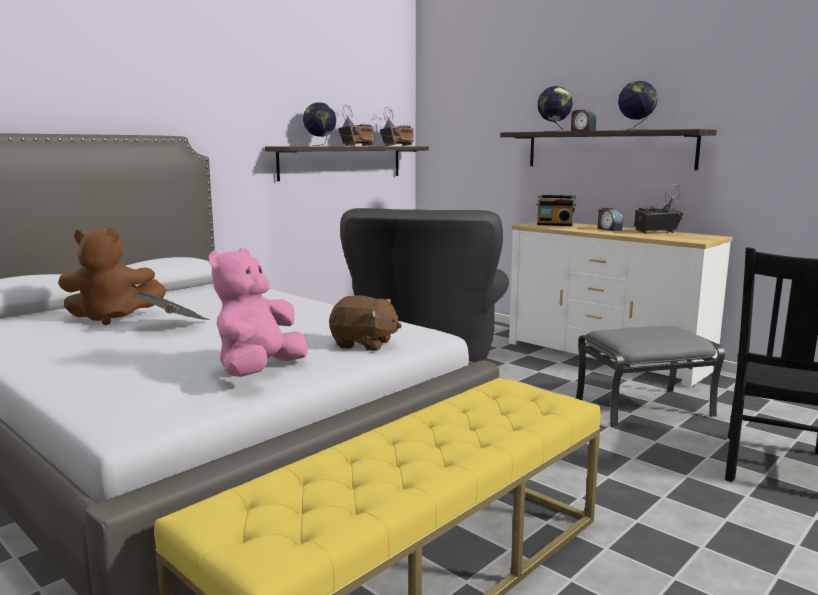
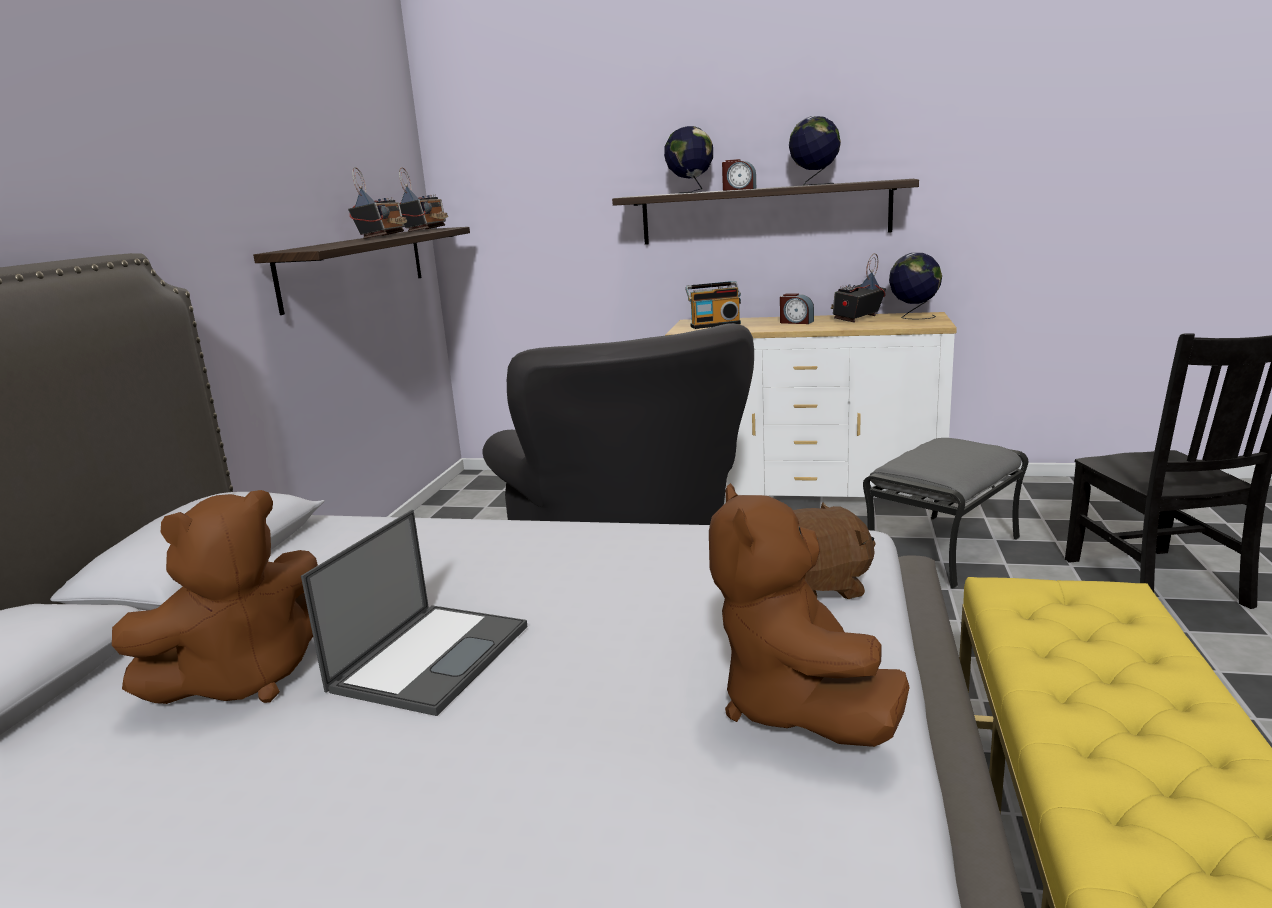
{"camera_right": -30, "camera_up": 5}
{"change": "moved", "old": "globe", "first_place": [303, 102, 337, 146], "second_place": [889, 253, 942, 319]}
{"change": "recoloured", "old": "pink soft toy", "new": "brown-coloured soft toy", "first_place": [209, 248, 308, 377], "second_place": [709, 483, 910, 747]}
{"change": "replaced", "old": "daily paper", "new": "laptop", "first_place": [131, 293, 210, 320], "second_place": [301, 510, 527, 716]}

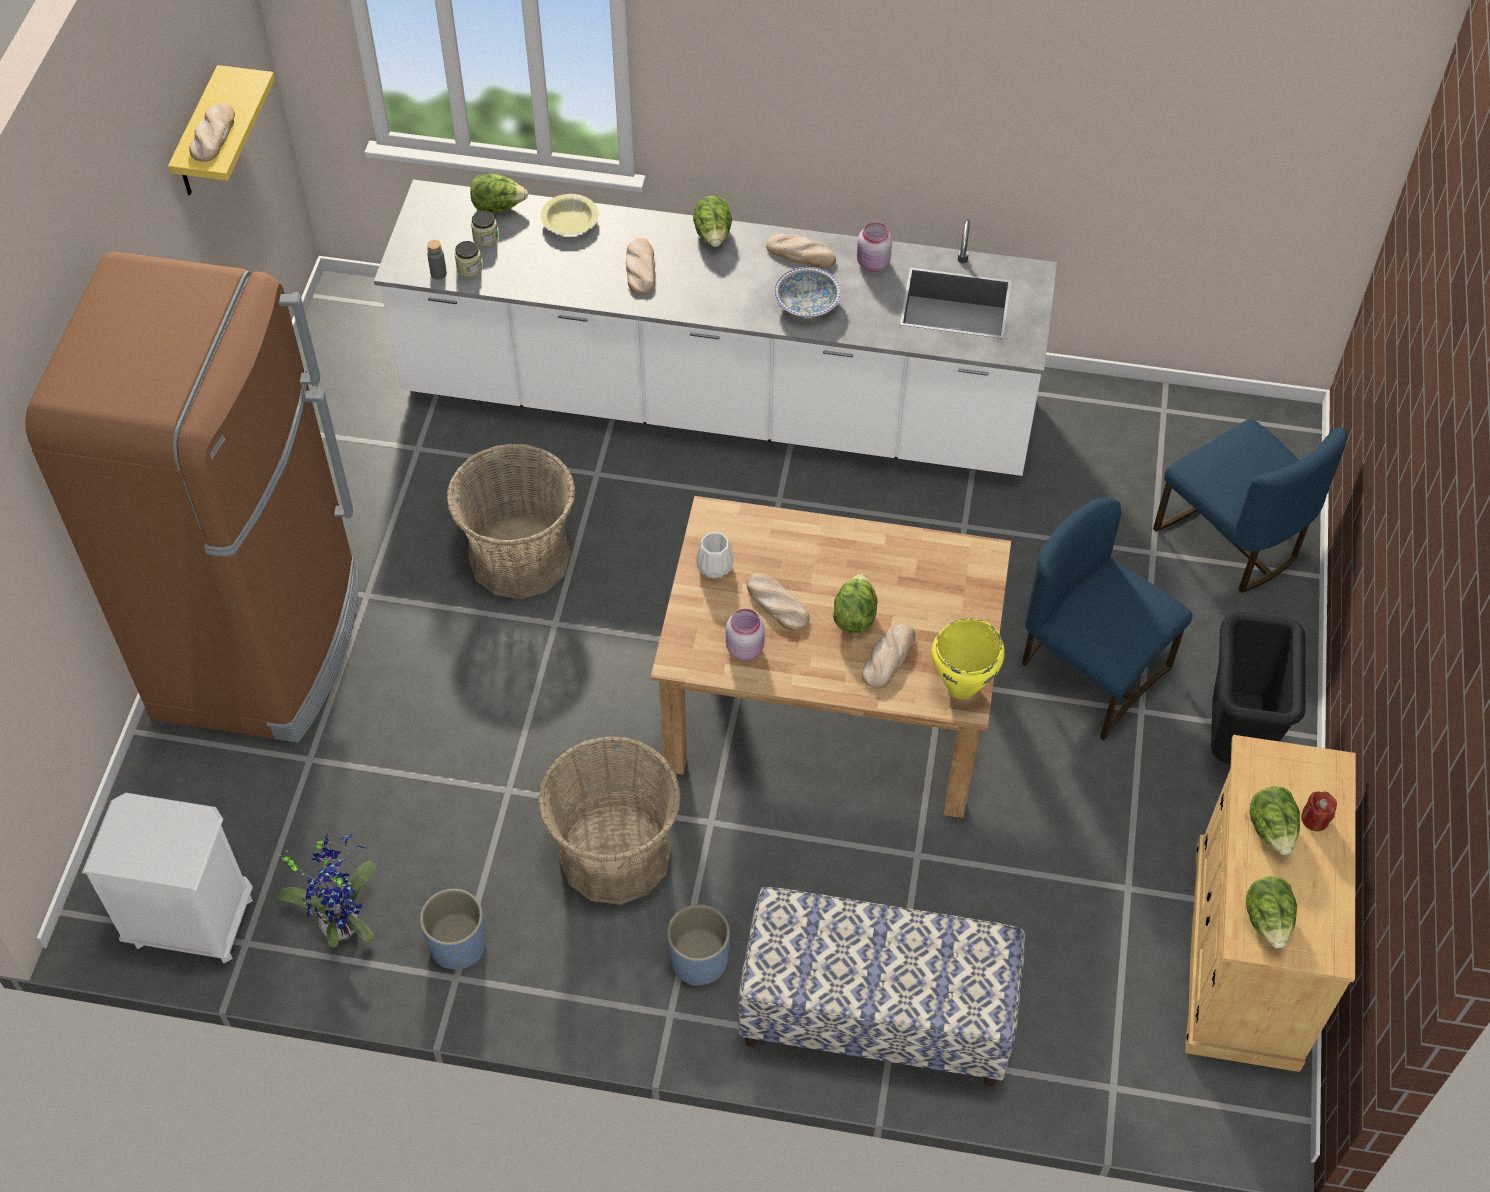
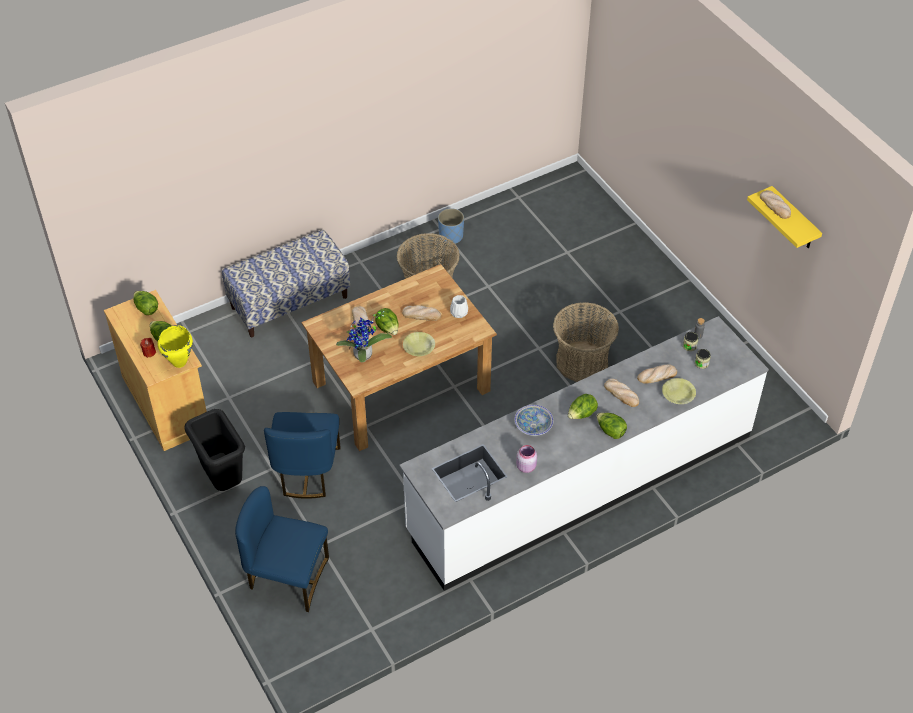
{"camera_right": 140, "camera_up": -5}
{"change": "moved", "old": "lettuce", "first_place": [470, 174, 528, 213], "second_place": [568, 394, 598, 419]}
{"change": "moved", "old": "bread", "first_place": [766, 233, 836, 268], "second_place": [637, 365, 677, 384]}
{"change": "removed", "old": "brown-coloured kitchen fridge", "first_place": [25, 251, 358, 743]}
{"change": "turned", "old": "blue-coloured upright chair", "first_place": [1022, 497, 1193, 741], "second_place": [264, 412, 341, 499], "degrees": 90}
{"change": "removed", "old": "pink preserve jar", "first_place": [726, 609, 765, 661]}
{"change": "moved", "old": "yellow stockpot", "first_place": [931, 619, 1005, 699], "second_place": [158, 325, 193, 368]}
{"change": "removed", "old": "white-coloured bedside table", "first_place": [82, 793, 253, 963]}
{"change": "moved", "old": "potted plant", "first_place": [278, 833, 376, 948], "second_place": [336, 311, 392, 363]}
{"change": "removed", "old": "blue-coloured planter", "first_place": [667, 904, 730, 986]}
{"change": "added", "new": "yellow bowl", "second_place": [403, 332, 435, 356]}

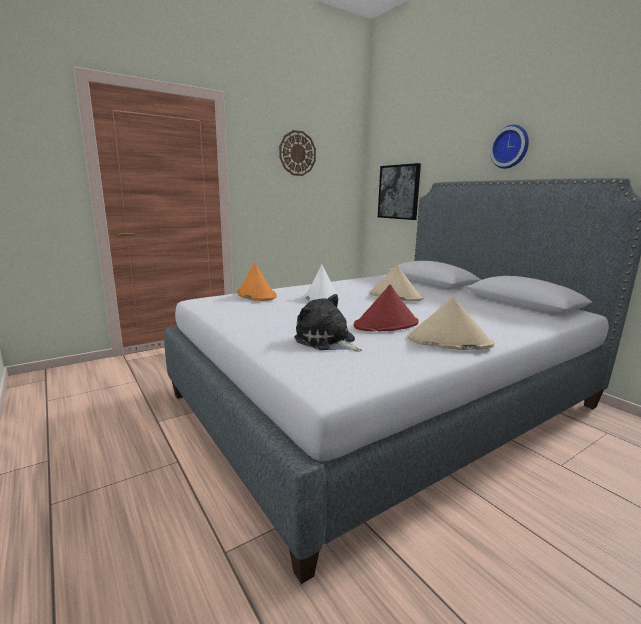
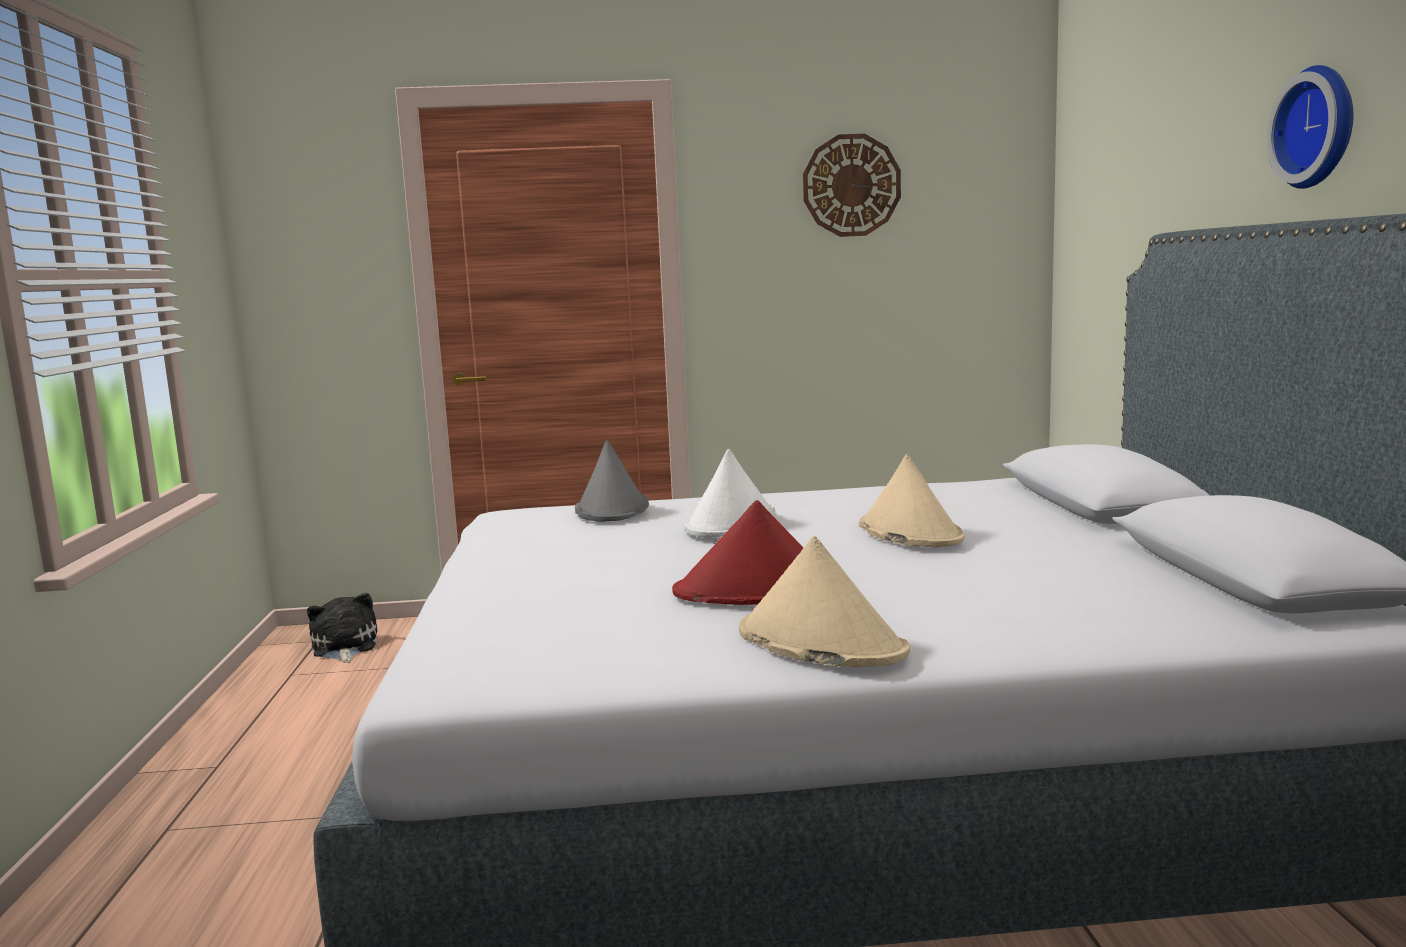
{"camera_right": 30, "camera_up": -5}
{"change": "removed", "old": "picture", "first_place": [378, 163, 421, 220]}
{"change": "recoloured", "old": "orange-coloured wearable hat", "new": "gray wearable hat", "first_place": [237, 262, 277, 301], "second_place": [575, 440, 649, 522]}
{"change": "moved", "old": "soft toy", "first_place": [294, 294, 362, 351], "second_place": [307, 593, 378, 663]}

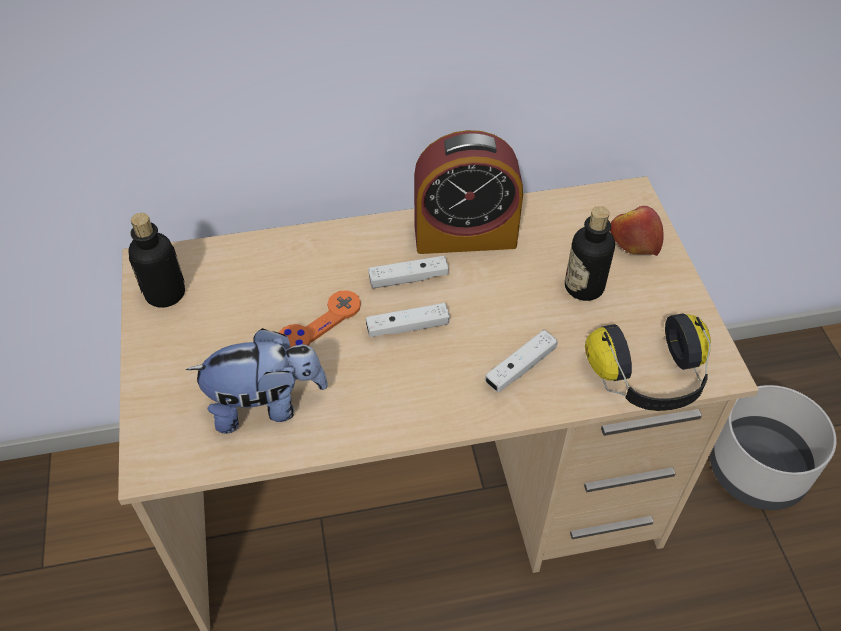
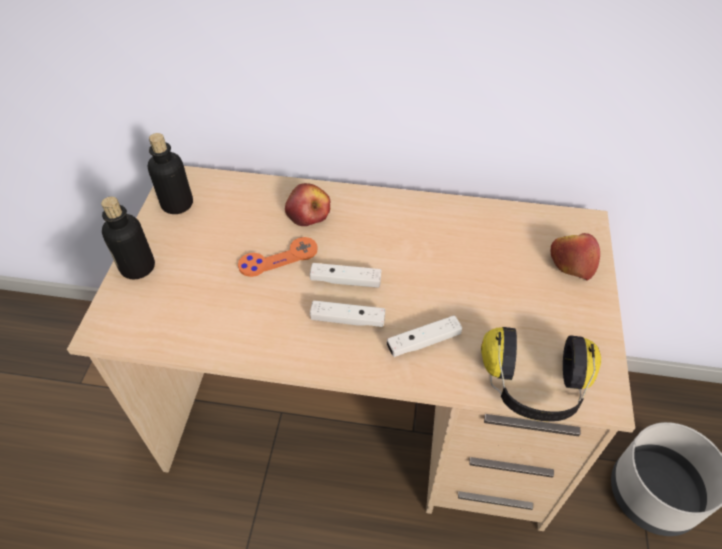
{"camera_right": 20, "camera_up": 0}
{"change": "removed", "old": "alarm clock", "first_place": [414, 130, 523, 254]}
{"change": "moved", "old": "drink bottle", "first_place": [565, 206, 615, 301], "second_place": [101, 197, 155, 280]}
{"change": "moved", "old": "white-coloured game controller", "first_place": [368, 256, 448, 288], "second_place": [310, 300, 385, 327]}
{"change": "removed", "old": "soft toy", "first_place": [186, 328, 328, 434]}
{"change": "added", "new": "whole apple", "second_place": [285, 183, 331, 226]}

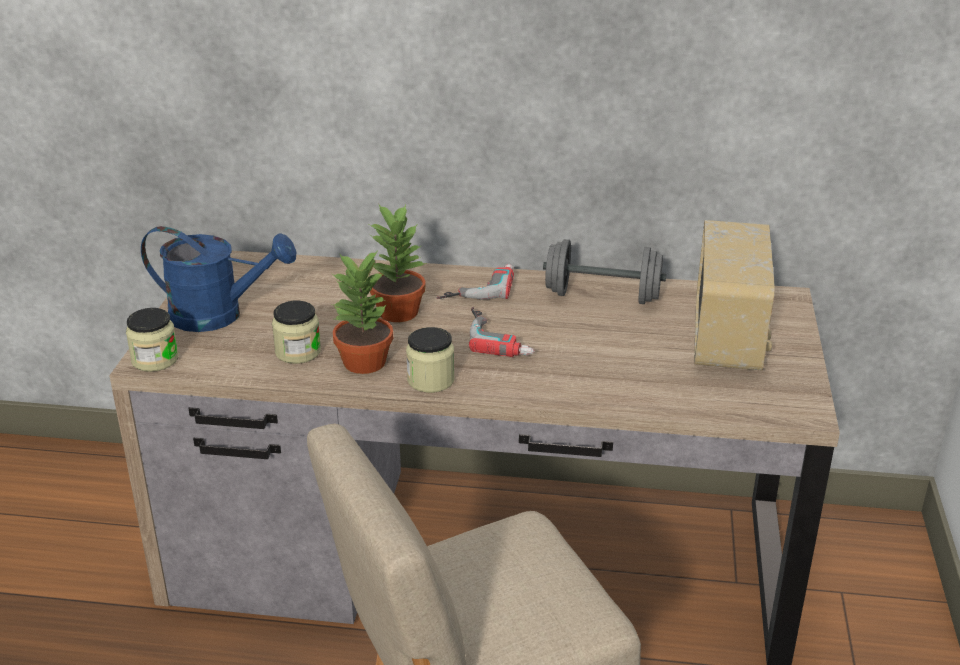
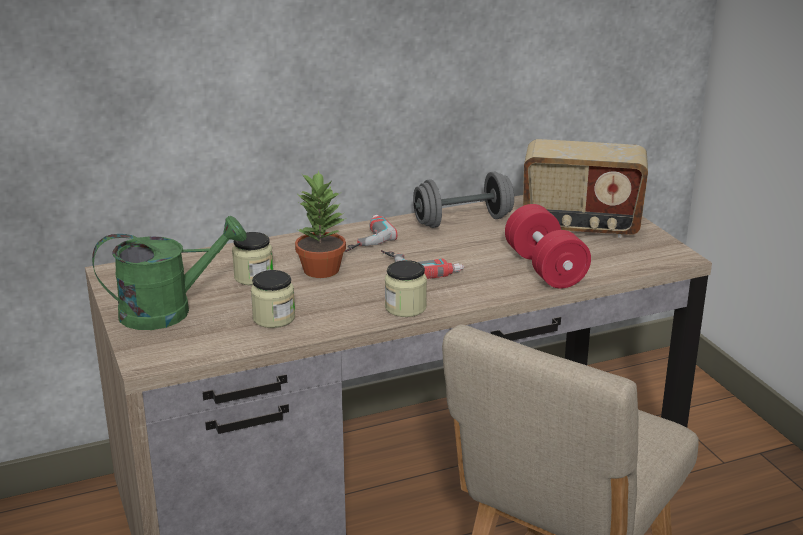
{"camera_right": -30, "camera_up": -5}
{"change": "turned", "old": "radio", "first_place": [694, 220, 775, 370], "second_place": [523, 139, 648, 238], "degrees": 120}
{"change": "recoloured", "old": "blue-coloured watering pot", "new": "greenish watering pot", "first_place": [141, 226, 296, 332], "second_place": [92, 216, 247, 330]}
{"change": "removed", "old": "potted plant", "first_place": [331, 250, 393, 374]}
{"change": "moved", "old": "preserve jar", "first_place": [126, 308, 178, 372], "second_place": [232, 232, 273, 286]}
{"change": "added", "new": "reddish hand weight", "second_place": [505, 204, 591, 289]}

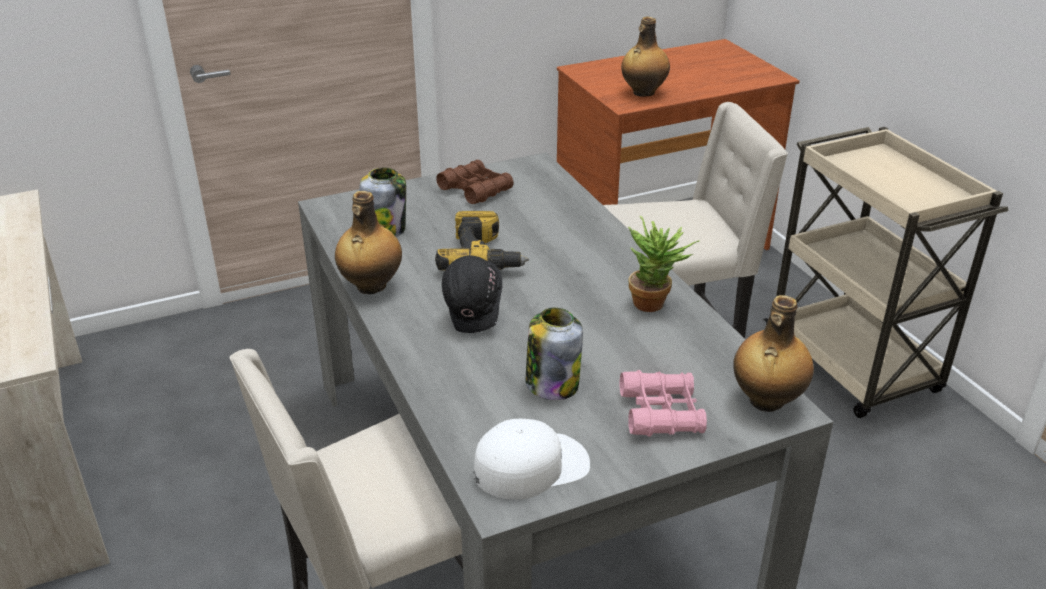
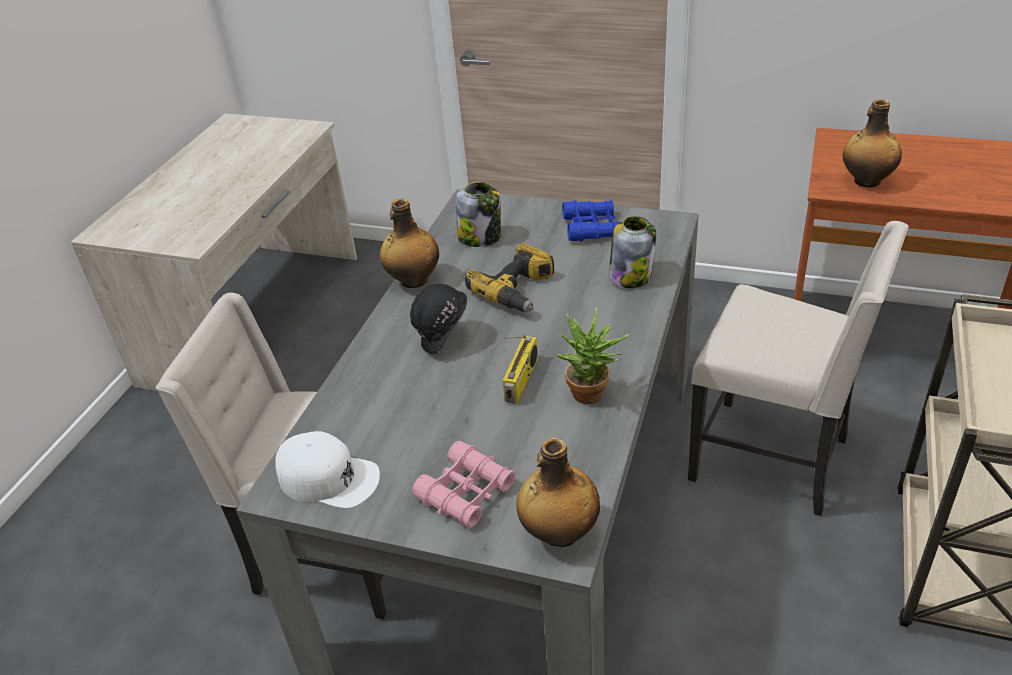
{"camera_right": 45, "camera_up": 5}
{"change": "recoloured", "old": "brown-coloured binoculars", "new": "blue-coloured binoculars", "first_place": [436, 160, 514, 204], "second_place": [562, 200, 620, 242]}
{"change": "moved", "old": "preserve jar", "first_place": [526, 308, 583, 400], "second_place": [609, 216, 656, 288]}
{"change": "added", "new": "radio", "second_place": [503, 335, 538, 404]}

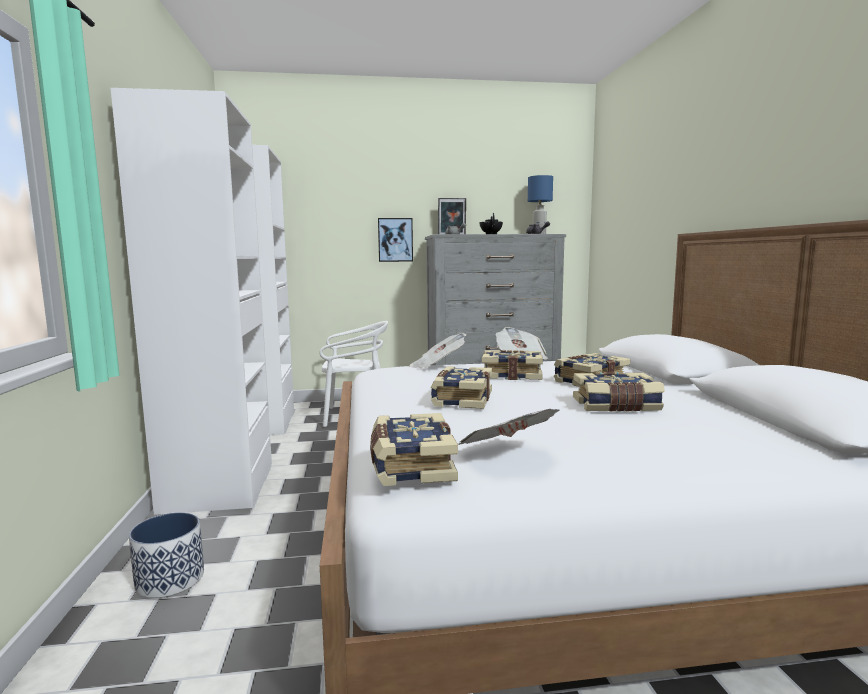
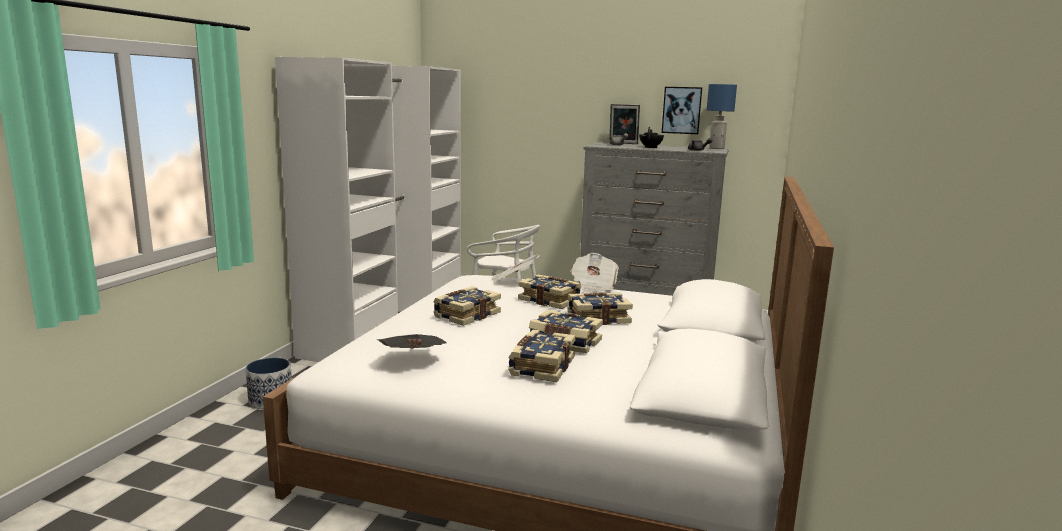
{"camera_right": 25, "camera_up": 5}
{"change": "moved", "old": "picture", "first_place": [378, 218, 413, 262], "second_place": [662, 87, 702, 134]}
{"change": "moved", "old": "volume", "first_place": [370, 413, 458, 486], "second_place": [508, 330, 576, 382]}

